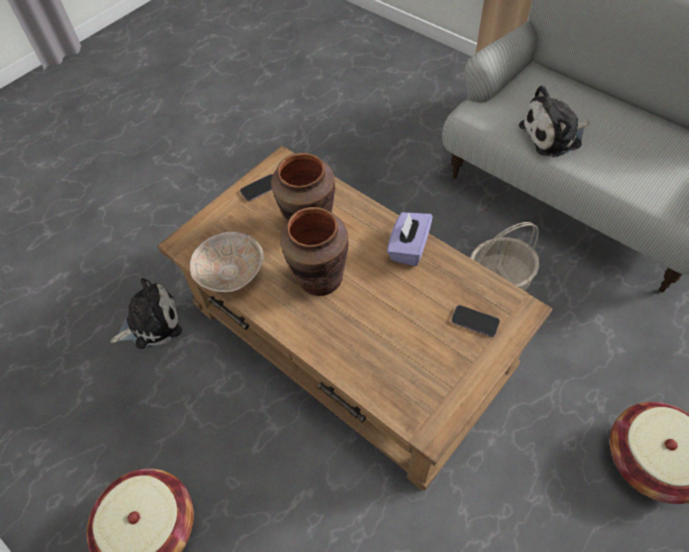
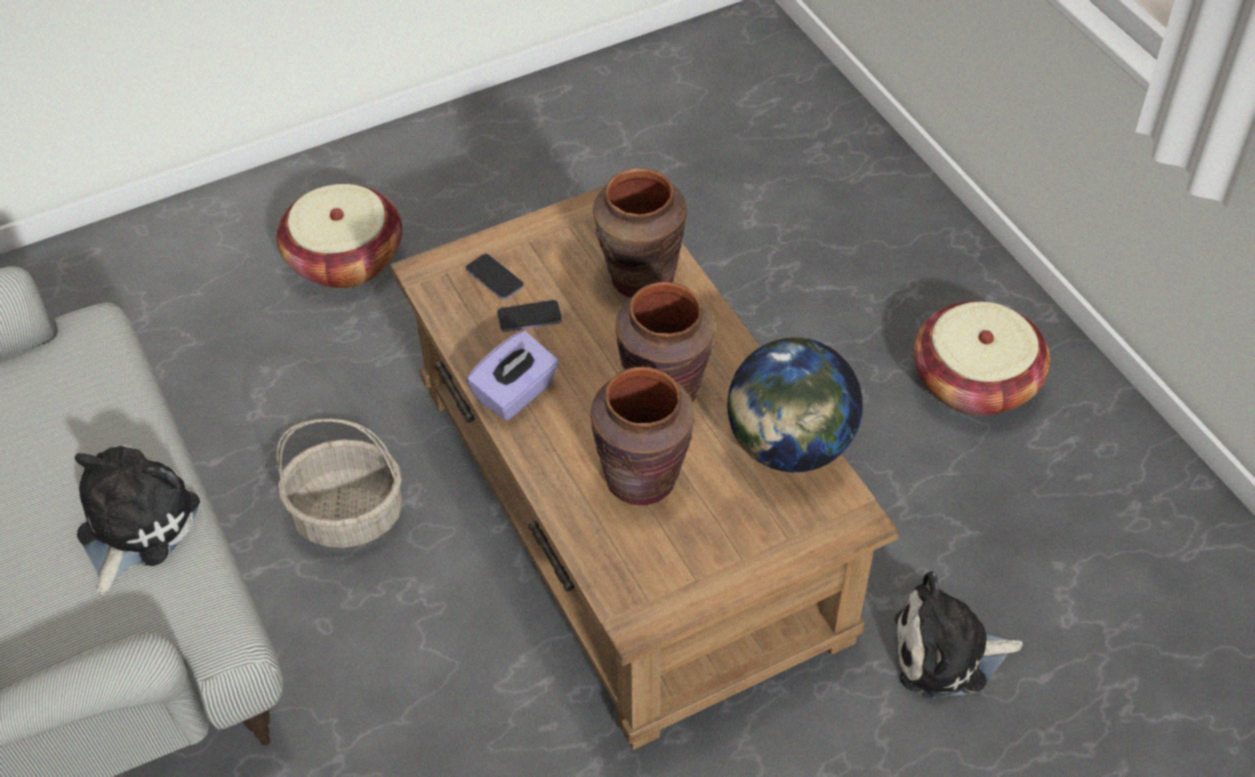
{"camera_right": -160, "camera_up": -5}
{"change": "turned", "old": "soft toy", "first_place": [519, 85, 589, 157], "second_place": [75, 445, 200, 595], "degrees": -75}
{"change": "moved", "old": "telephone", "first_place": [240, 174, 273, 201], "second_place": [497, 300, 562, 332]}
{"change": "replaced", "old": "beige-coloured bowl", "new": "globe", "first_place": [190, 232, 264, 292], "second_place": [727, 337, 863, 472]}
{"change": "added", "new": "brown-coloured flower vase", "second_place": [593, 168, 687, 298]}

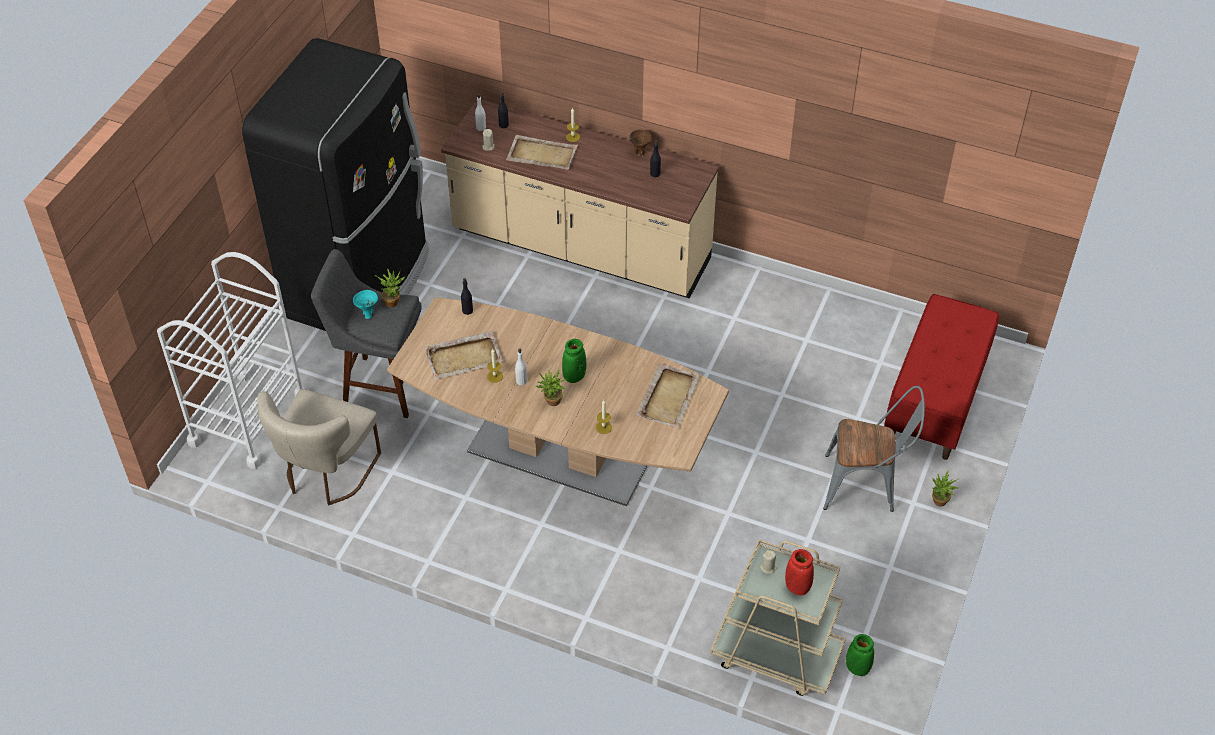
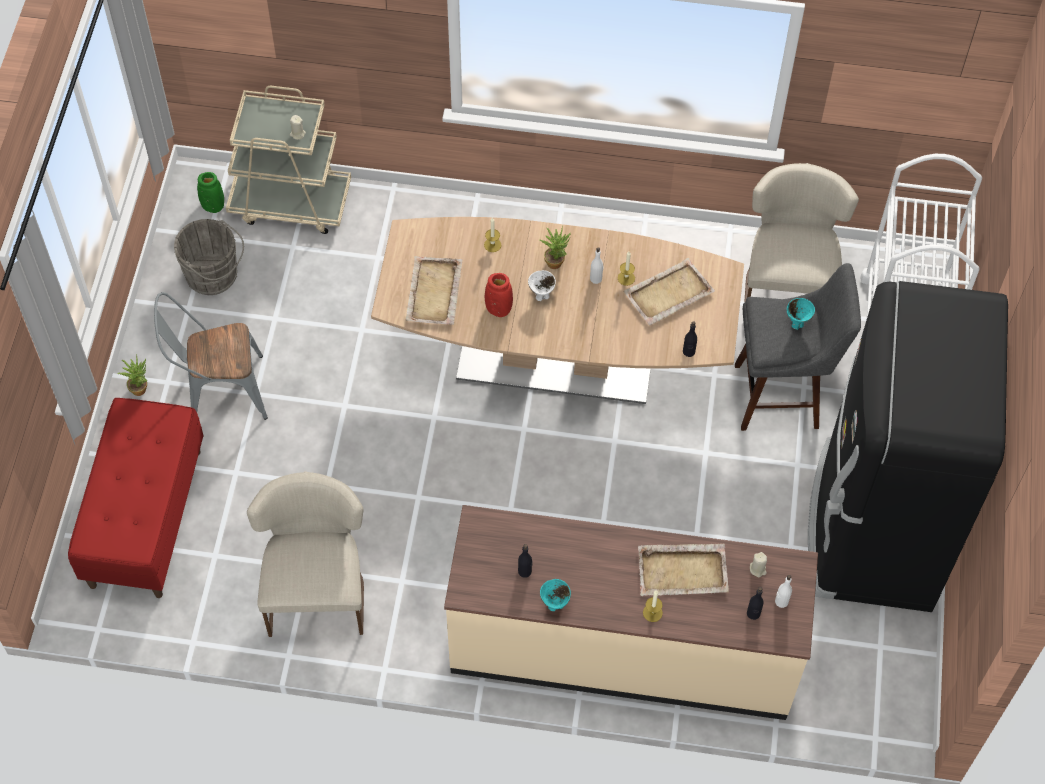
{"camera_right": 165, "camera_up": 10}
{"change": "recoloured", "old": "brown-coloured bowl", "new": "turquoise-coloured bowl", "first_place": [629, 130, 652, 157], "second_place": [540, 579, 571, 611]}
{"change": "removed", "old": "potted plant", "first_place": [375, 269, 406, 307]}
{"change": "replaced", "old": "greenish flower vase", "new": "white-coloured bowl", "first_place": [562, 339, 586, 383], "second_place": [528, 270, 556, 301]}
{"change": "moved", "old": "reddish flower vase", "first_place": [785, 549, 814, 595], "second_place": [485, 273, 513, 317]}
{"change": "added", "new": "gray water bucket", "second_place": [174, 219, 244, 295]}
{"change": "added", "new": "beige-coloured upright chair", "second_place": [247, 471, 364, 637]}

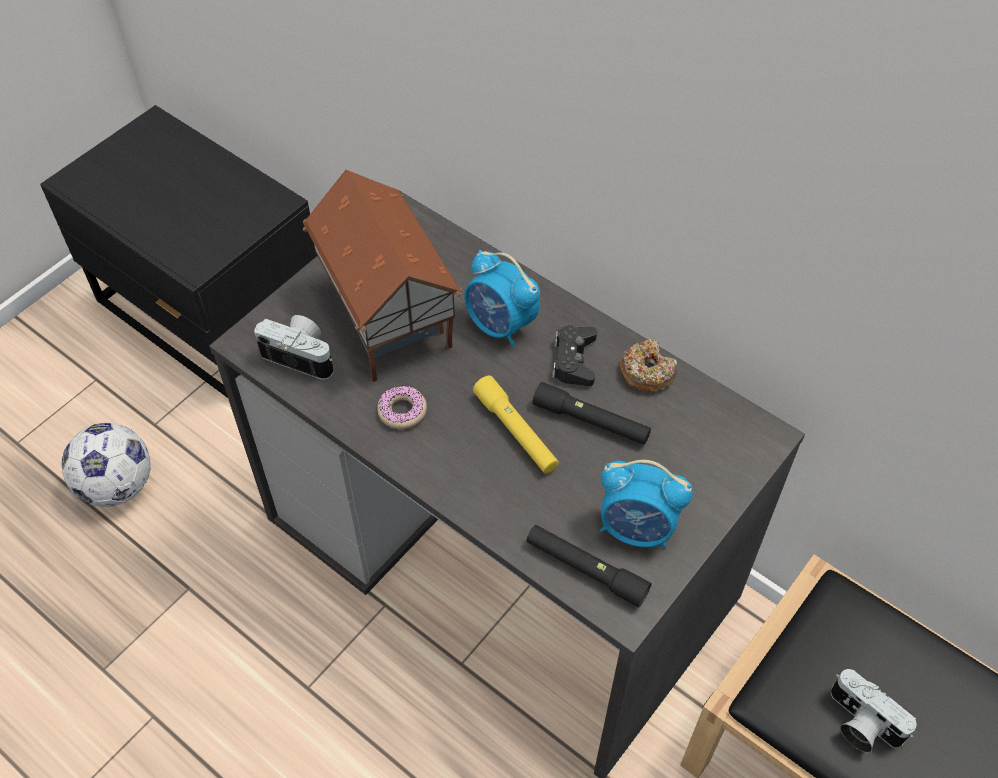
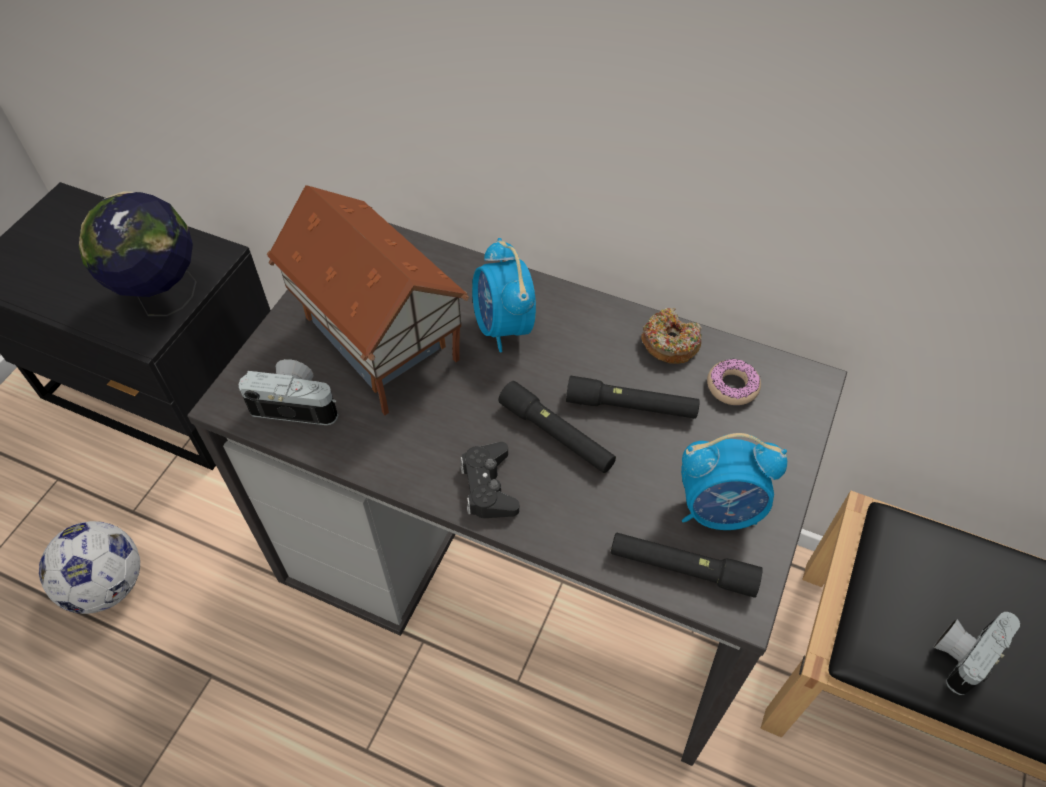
{"camera_right": -15, "camera_up": 0}
{"change": "turned", "old": "alarm clock", "first_place": [464, 250, 540, 347], "second_place": [472, 238, 536, 352], "degrees": 45}
{"change": "moved", "old": "black game controller", "first_place": [552, 325, 597, 386], "second_place": [460, 442, 519, 518]}
{"change": "recoloured", "old": "yellow torch", "new": "black torch", "first_place": [473, 375, 559, 474], "second_place": [498, 381, 616, 473]}
{"change": "moved", "old": "donut", "first_place": [377, 386, 427, 429], "second_place": [707, 358, 761, 405]}
{"change": "turned", "old": "photo camera", "first_place": [831, 669, 917, 753], "second_place": [933, 612, 1020, 695], "degrees": 105}
{"change": "added", "new": "globe", "second_place": [79, 191, 197, 316]}

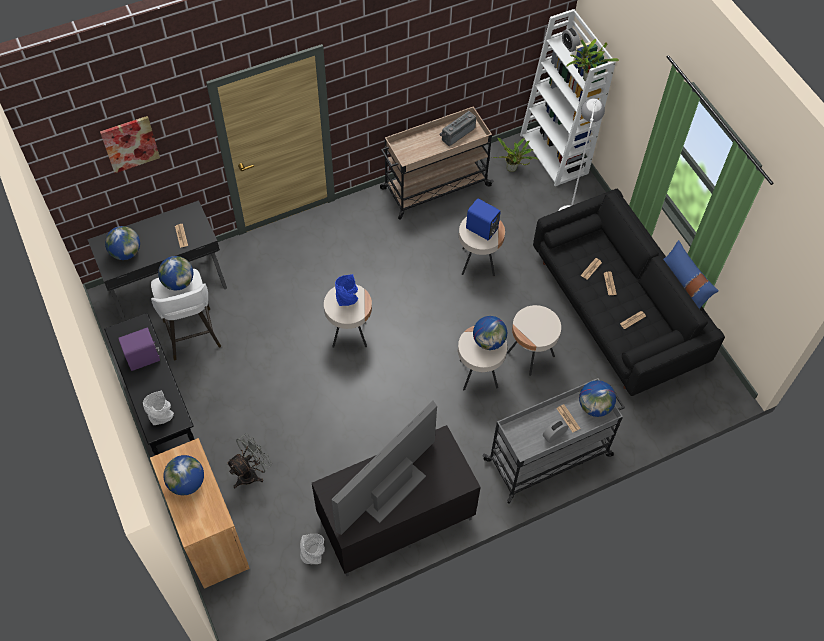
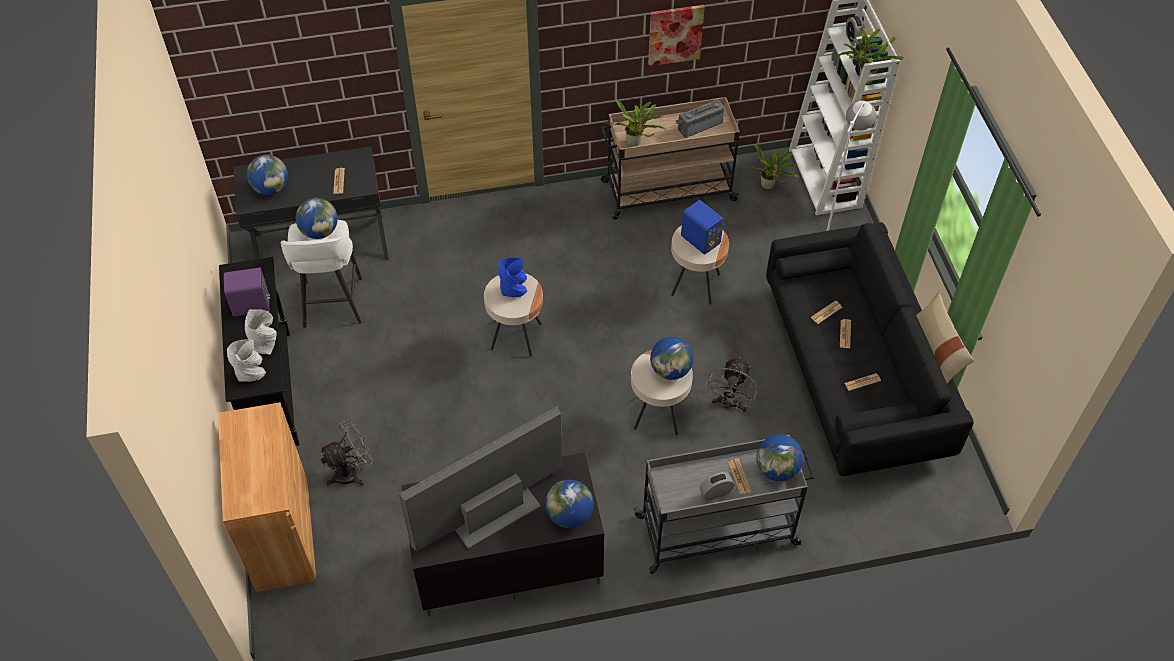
{"camera_right": 15, "camera_up": -5}
{"change": "moved", "old": "picture", "first_place": [100, 116, 160, 173], "second_place": [648, 5, 705, 66]}
{"change": "recoloured", "old": "blue-coloured pillow", "new": "beige-coloured pillow", "first_place": [664, 240, 719, 309], "second_place": [916, 292, 974, 384]}
{"change": "replaced", "old": "beige-coloured accent table", "new": "gray electric fan", "first_place": [507, 305, 561, 376], "second_place": [705, 357, 757, 412]}
{"change": "moved", "old": "globe", "first_place": [163, 455, 204, 495], "second_place": [545, 480, 594, 528]}
{"change": "moved", "old": "gray flower vase", "first_place": [300, 534, 325, 564], "second_place": [245, 309, 277, 354]}
{"change": "added", "new": "potted plant", "second_place": [606, 99, 667, 147]}

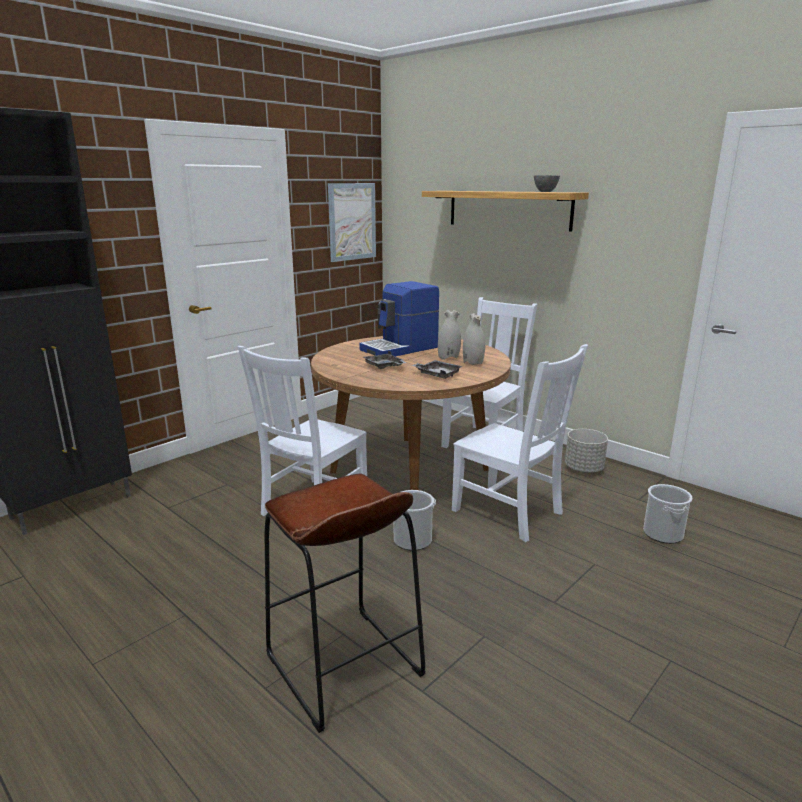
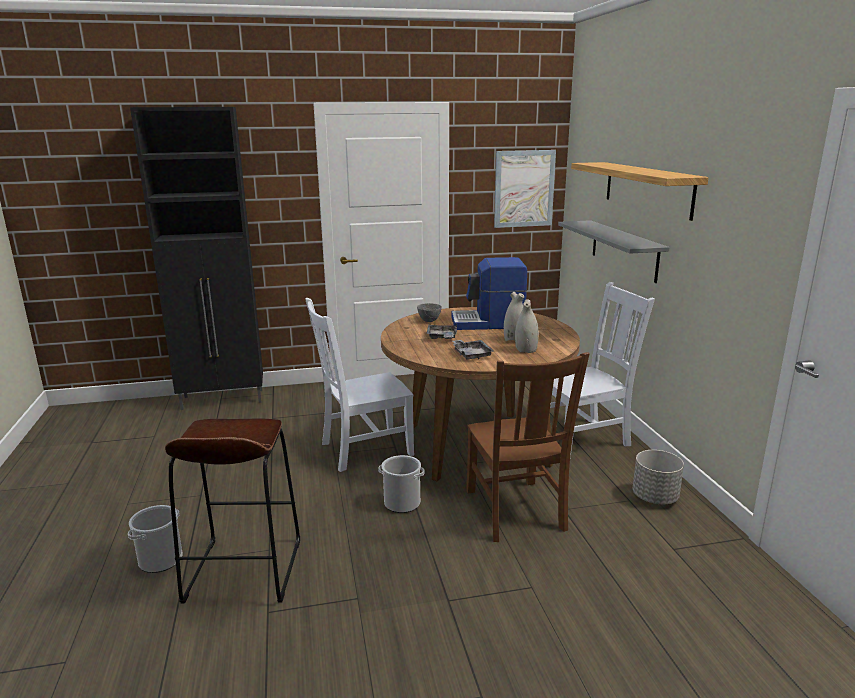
{"camera_right": 35, "camera_up": 0}
{"change": "moved", "old": "gray bowl", "first_place": [534, 175, 560, 192], "second_place": [417, 303, 442, 322]}
{"change": "recoloured", "old": "white-coloured upright chair", "new": "brown-coloured upright chair", "first_place": [452, 344, 588, 542], "second_place": [466, 352, 590, 542]}
{"change": "moved", "old": "water bucket", "first_place": [643, 484, 692, 544], "second_place": [128, 505, 183, 573]}
{"change": "added", "new": "gray wall shelf", "second_place": [558, 220, 670, 283]}

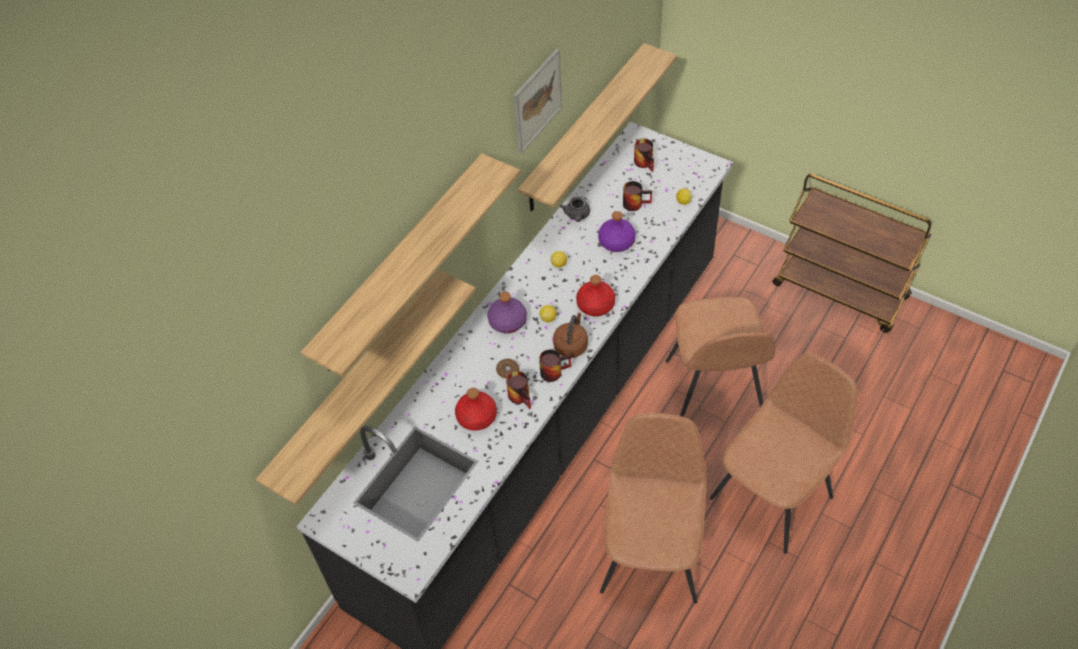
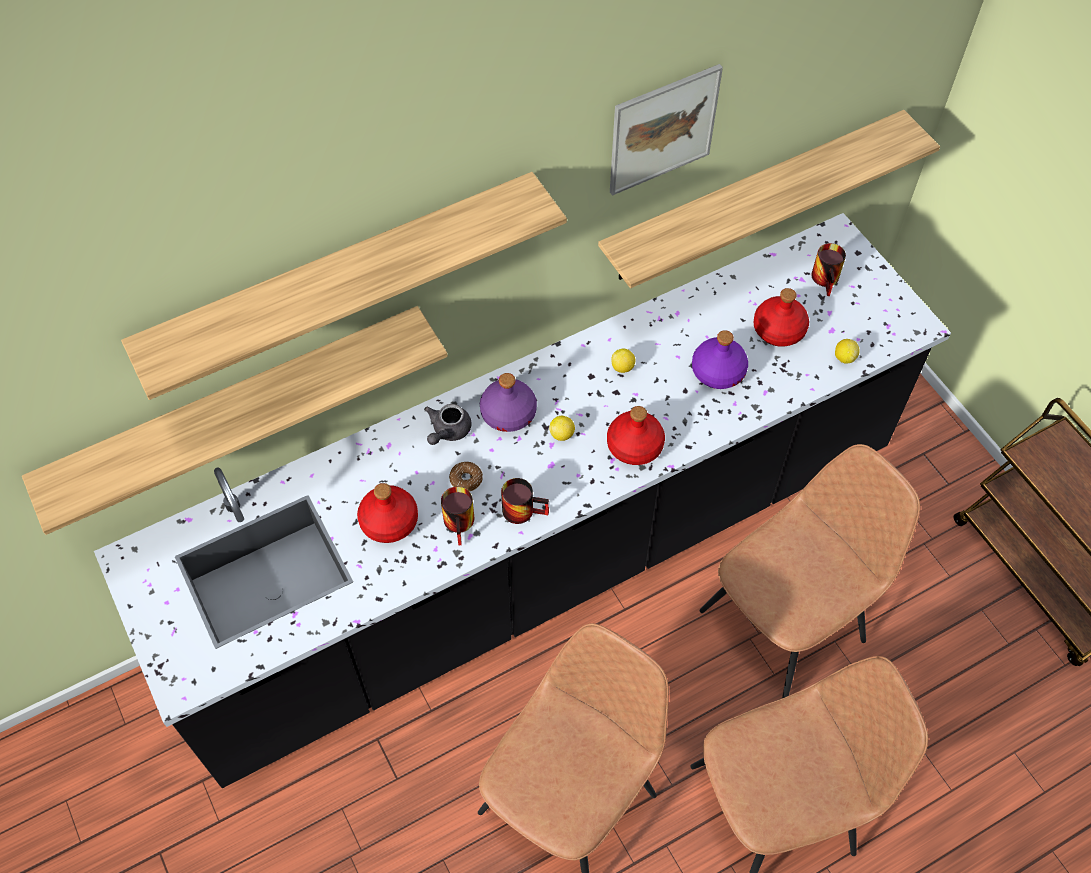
{"camera_right": 25, "camera_up": 5}
{"change": "replaced", "old": "mug", "new": "reddish drink bottle", "first_place": [623, 181, 652, 211], "second_place": [753, 288, 809, 347]}
{"change": "moved", "old": "gray teapot", "first_place": [560, 197, 590, 222], "second_place": [424, 404, 472, 445]}
{"change": "turned", "old": "brown-coloured upright chair", "first_place": [666, 297, 775, 417], "second_place": [699, 444, 920, 698], "degrees": -150}
{"change": "removed", "old": "brown-coloured tea kettle", "first_place": [553, 312, 588, 358]}

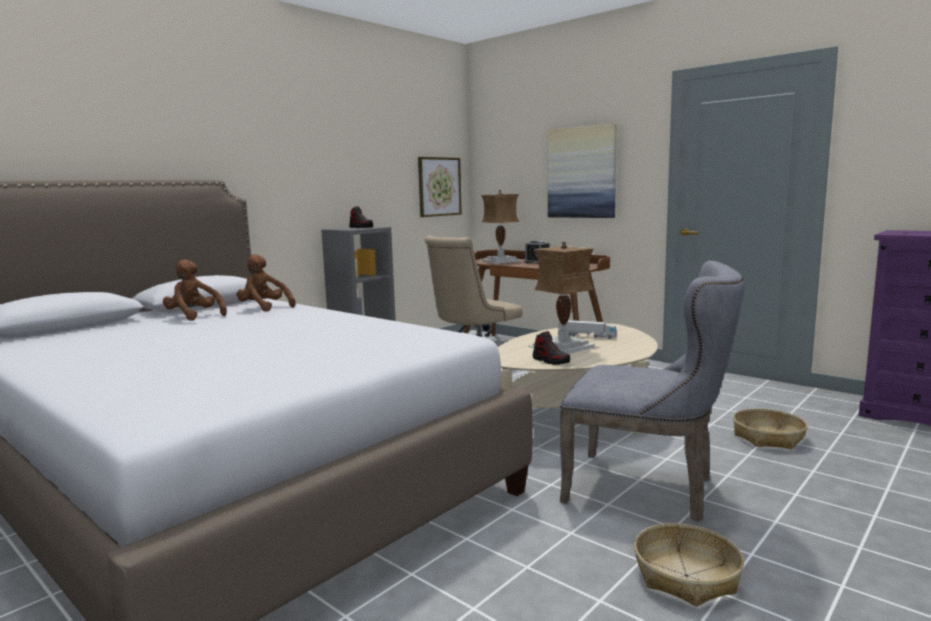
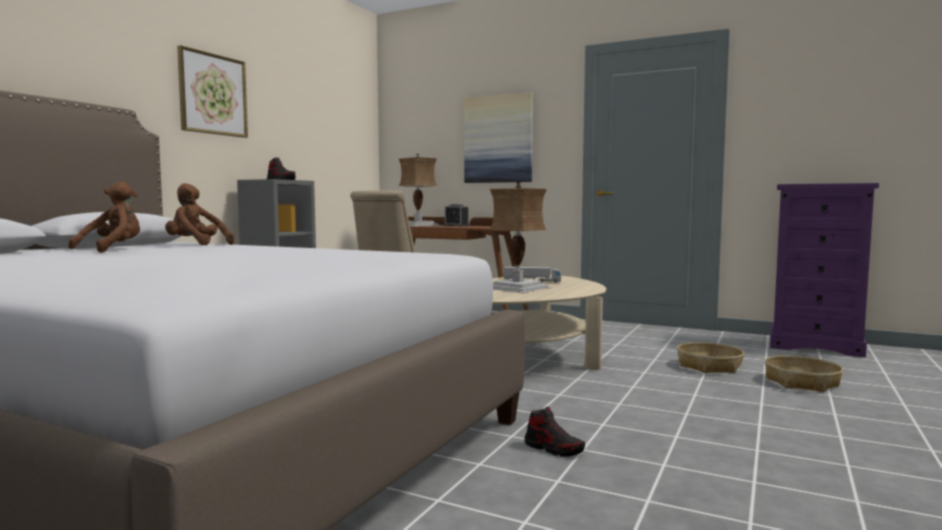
{"camera_right": -15, "camera_up": -5}
{"change": "moved", "old": "picture", "first_place": [418, 157, 462, 217], "second_place": [177, 45, 248, 138]}
{"change": "turned", "old": "brown-coloured soft toy", "first_place": [163, 259, 227, 321], "second_place": [68, 182, 140, 253], "degrees": 90}
{"change": "removed", "old": "gray upright chair", "first_place": [560, 261, 745, 522]}
{"change": "moved", "old": "item of footwear", "first_place": [532, 331, 570, 365], "second_place": [525, 406, 585, 457]}
{"change": "moved", "old": "basket", "first_place": [634, 523, 744, 606], "second_place": [765, 355, 843, 392]}

